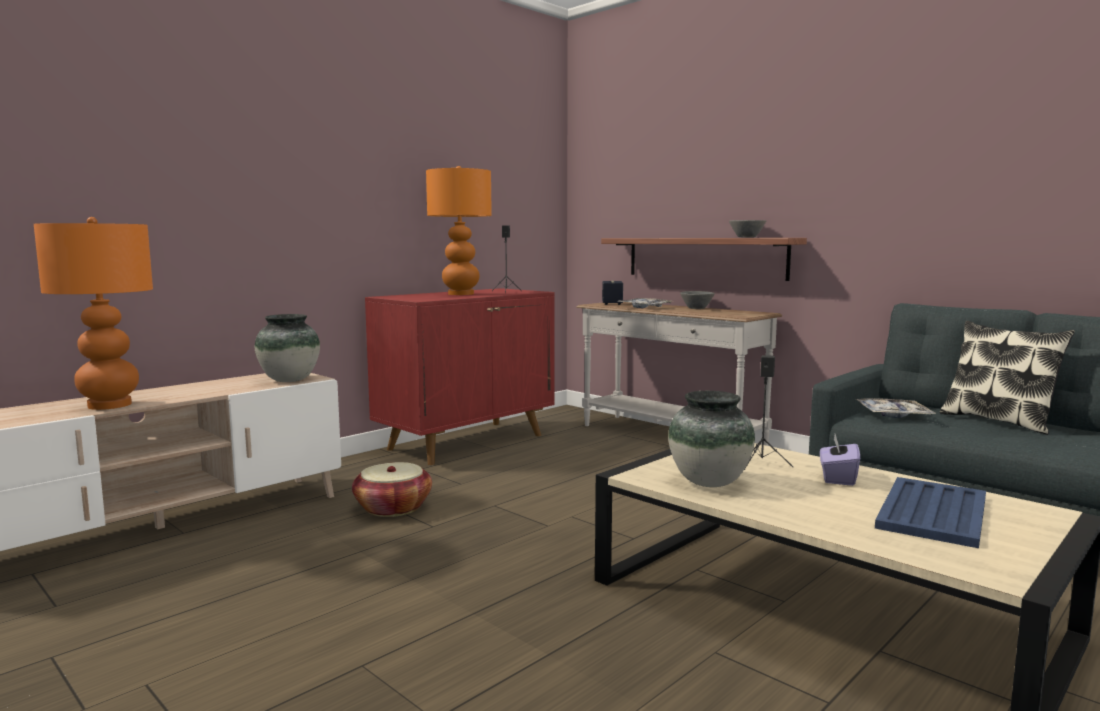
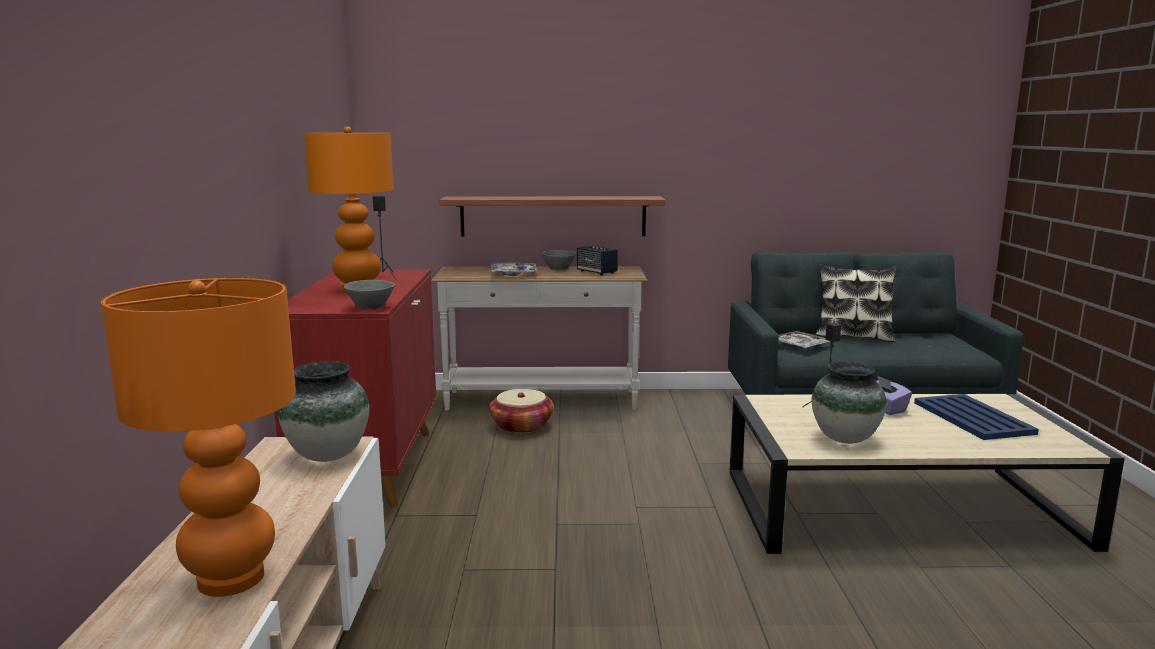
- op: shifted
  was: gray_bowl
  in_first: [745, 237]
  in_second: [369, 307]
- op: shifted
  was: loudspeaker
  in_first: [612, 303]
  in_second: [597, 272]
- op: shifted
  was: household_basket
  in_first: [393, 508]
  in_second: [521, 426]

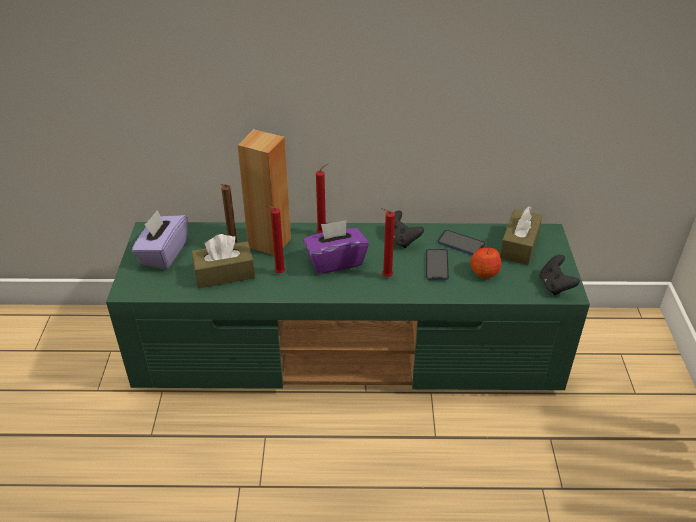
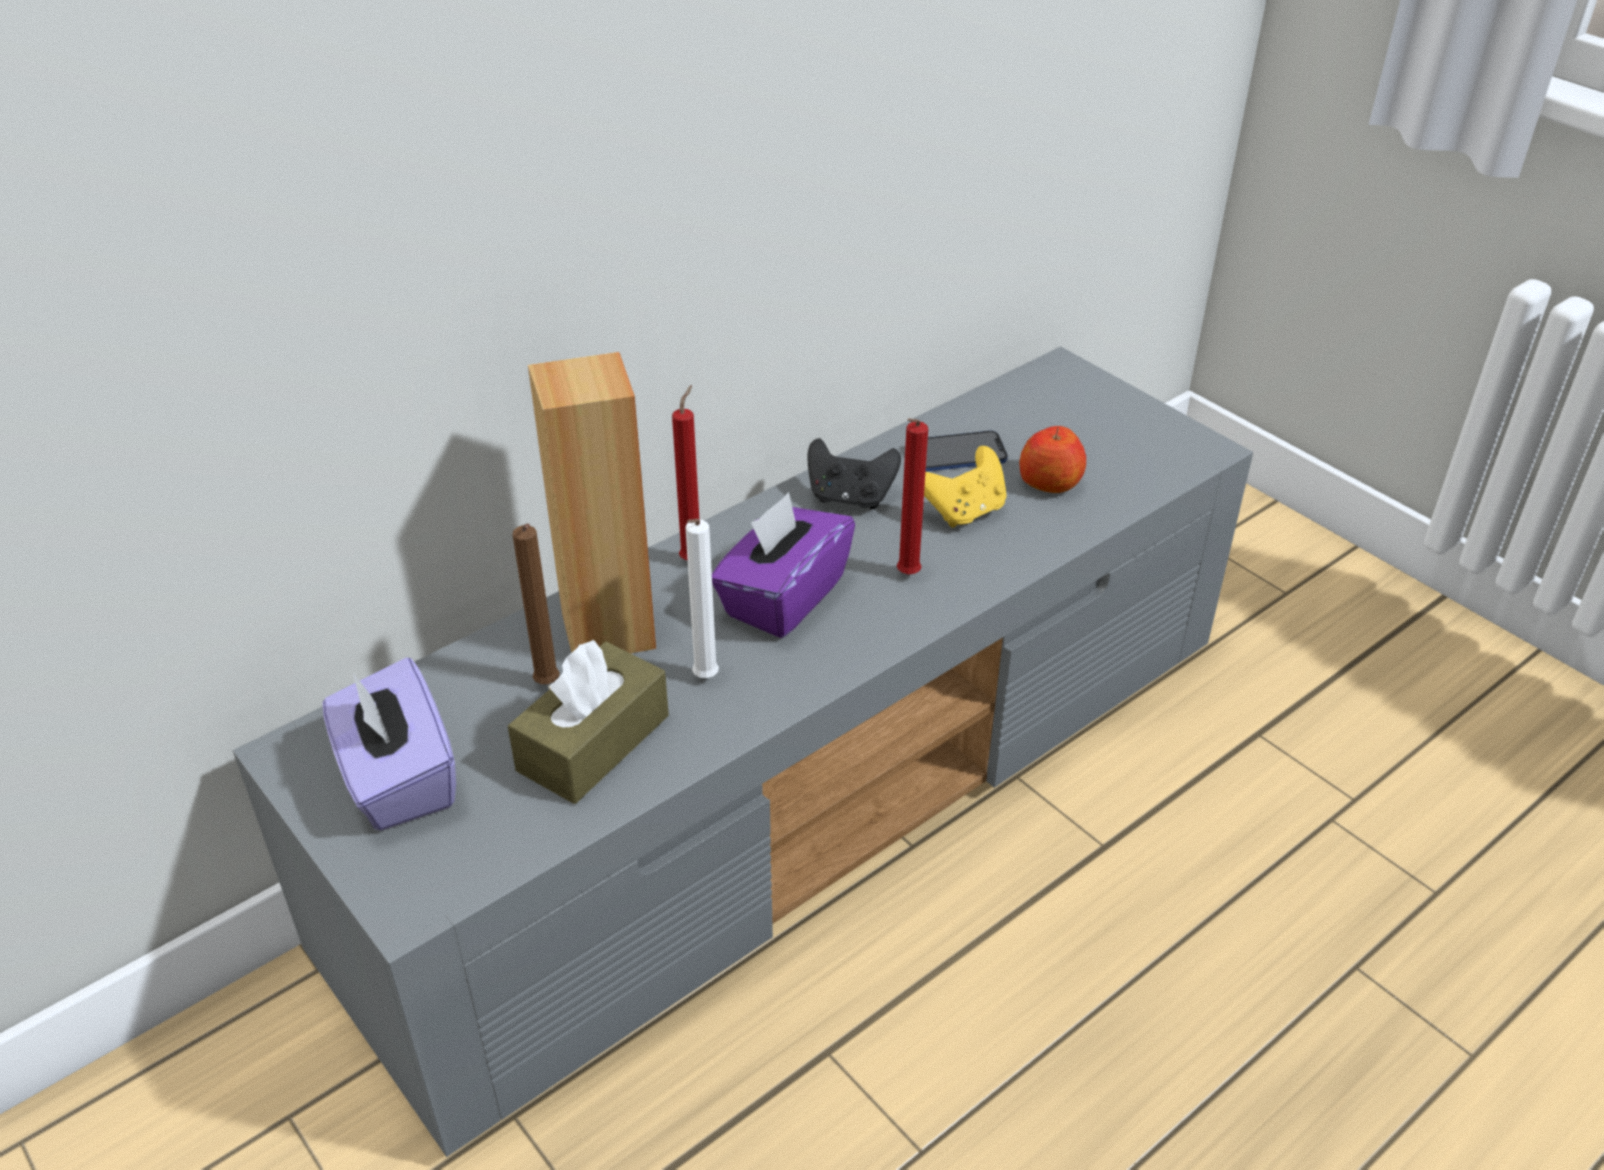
- op: repainted
  was: red-coloured_wax_light
  now: white-coloured_wax_light
  in_first: [278, 273]
  in_second: [704, 680]
- op: gone
  was: brown_tissue_box
  in_first: [519, 245]
- op: repainted
  was: green-coloured_tv_unit
  now: gray_tv_unit
  in_first: [350, 350]
  in_second: [804, 789]
- op: swapped
  was: phone
  now: yellow_joypad
  in_first: [436, 266]
  in_second: [964, 511]
- op: gone
  was: black_joypad
  in_first: [555, 286]

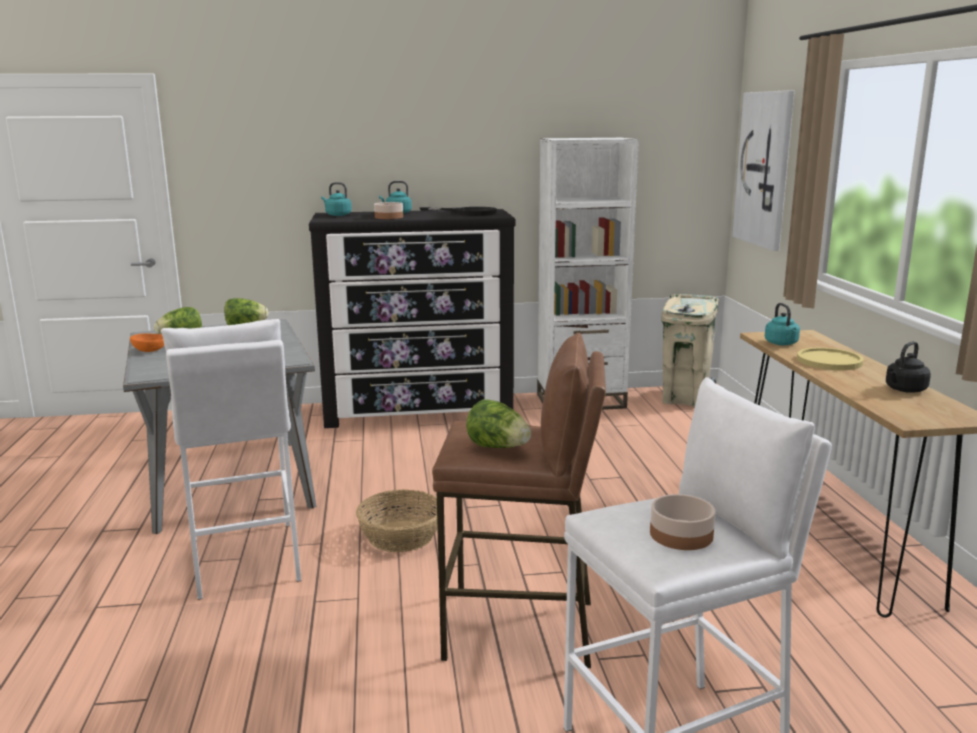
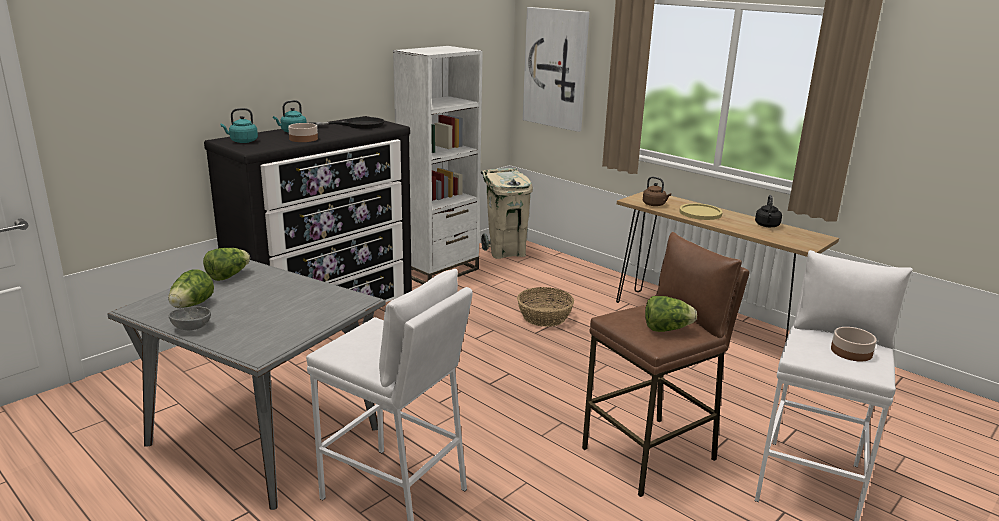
- op: repainted
  was: blue-green_kettle
  now: brown_kettle
  in_first: [782, 344]
  in_second: [655, 205]
- op: repainted
  was: orangey_bowl
  now: gray_bowl
  in_first: [150, 350]
  in_second: [191, 327]
- op: shifted
  was: household_basket
  in_first: [401, 536]
  in_second: [544, 317]

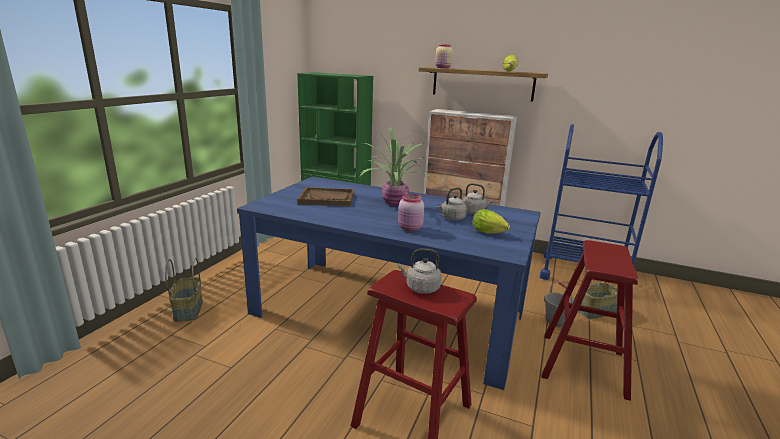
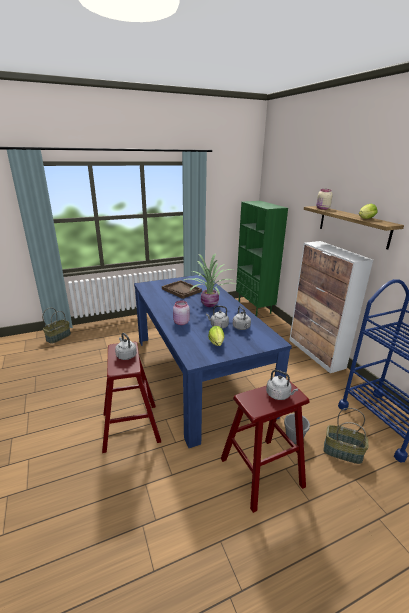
- op: shifted
  was: household_basket
  in_first: [187, 309]
  in_second: [58, 337]
- op: new
  now: gray_kettle
  in_second: [279, 395]

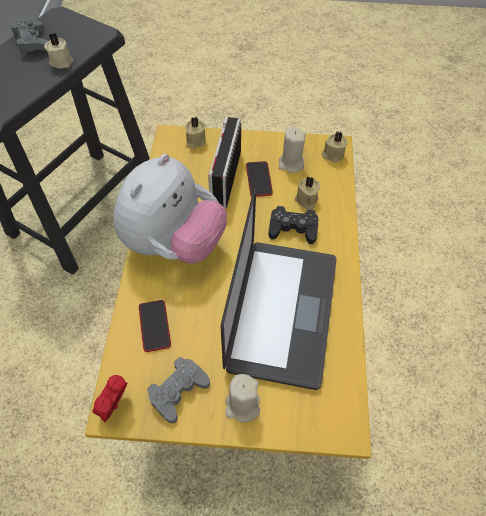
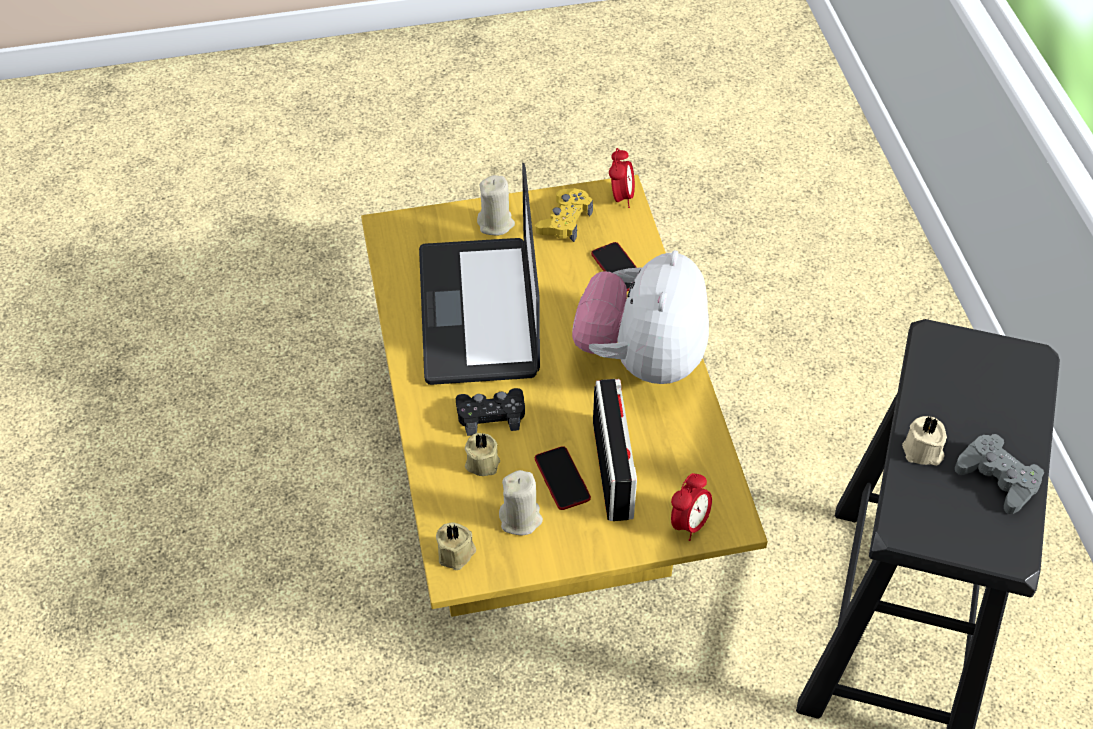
- op: swapped
  was: sand-coloured_wax_light
  now: alarm_clock
  in_first: [195, 141]
  in_second: [689, 523]
- op: repainted
  was: gray_joypad
  now: yellow_joypad
  in_first: [178, 391]
  in_second: [564, 221]

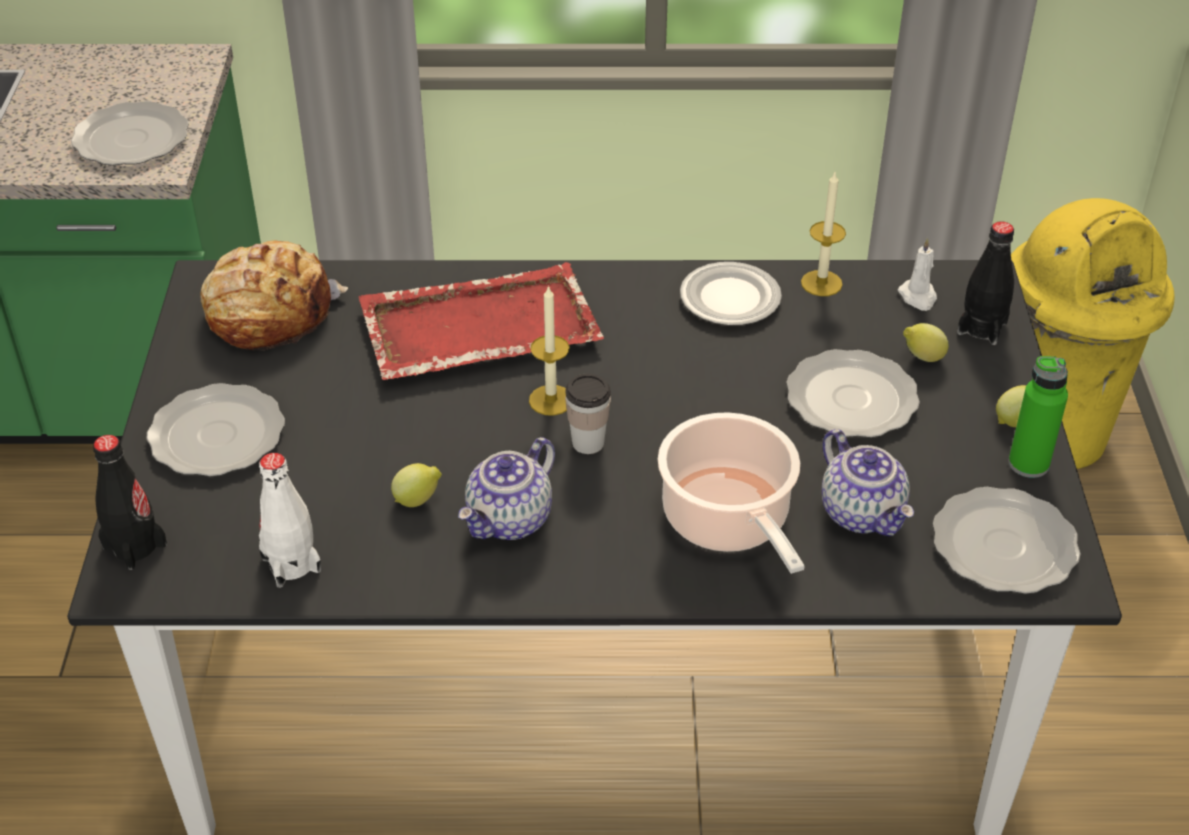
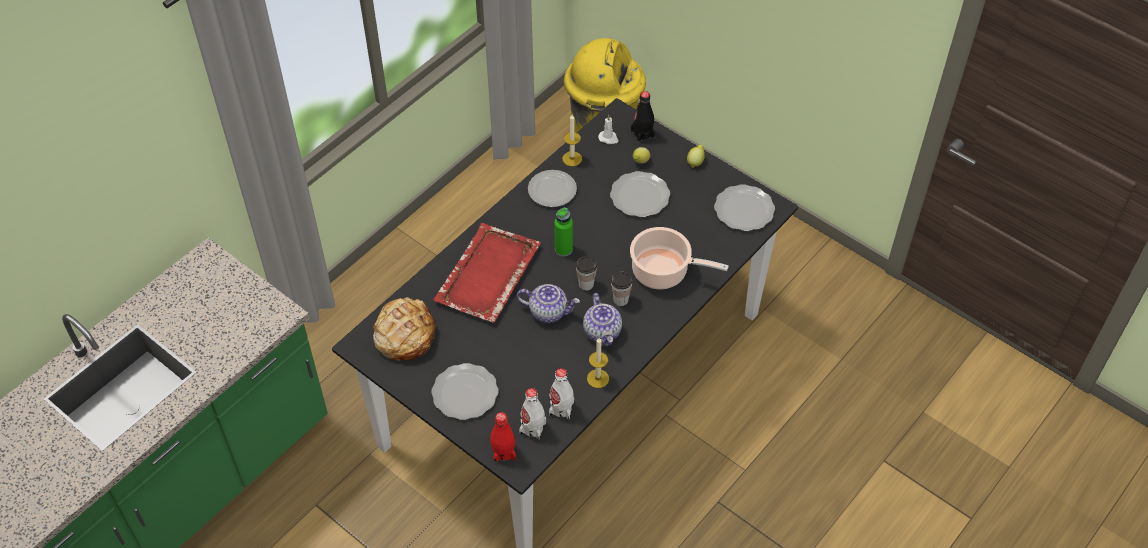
- op: gone
  was: dinner_plate
  in_first: [132, 138]
- op: shifted
  was: wax_light
  in_first: [551, 400]
  in_second: [598, 378]
- op: shifted
  was: green-coloured_beverage_bottle
  in_first: [1028, 464]
  in_second: [563, 249]
- op: shifted
  was: teapot
  in_first: [863, 513]
  in_second: [548, 311]
- op: repainted
  was: black_beverage_bottle
  now: red-coloured_beverage_bottle
  in_first: [134, 546]
  in_second: [503, 452]
- op: gone
  was: lemon
  in_first: [418, 500]
- op: new
  now: drinking_cup
  in_second: [620, 300]
- op: new
  now: white-coloured_beverage_bottle
  in_second: [533, 428]

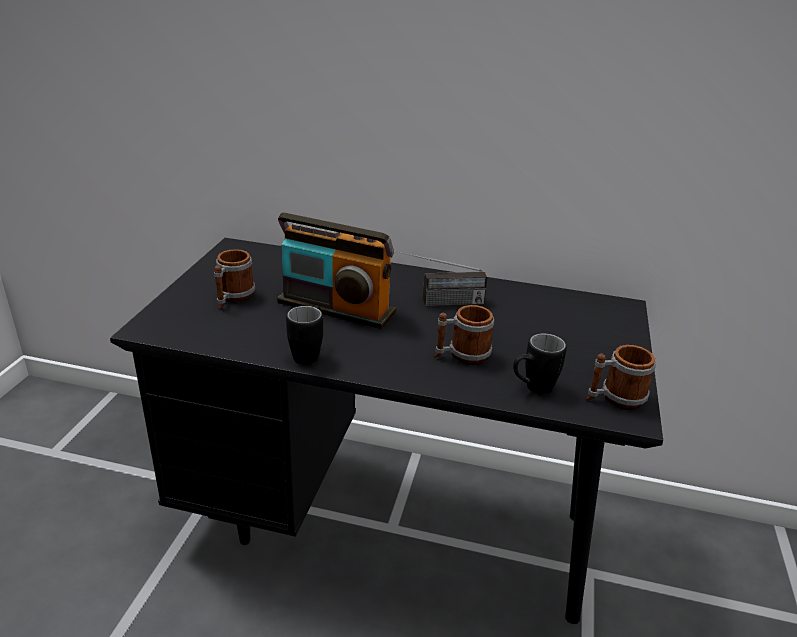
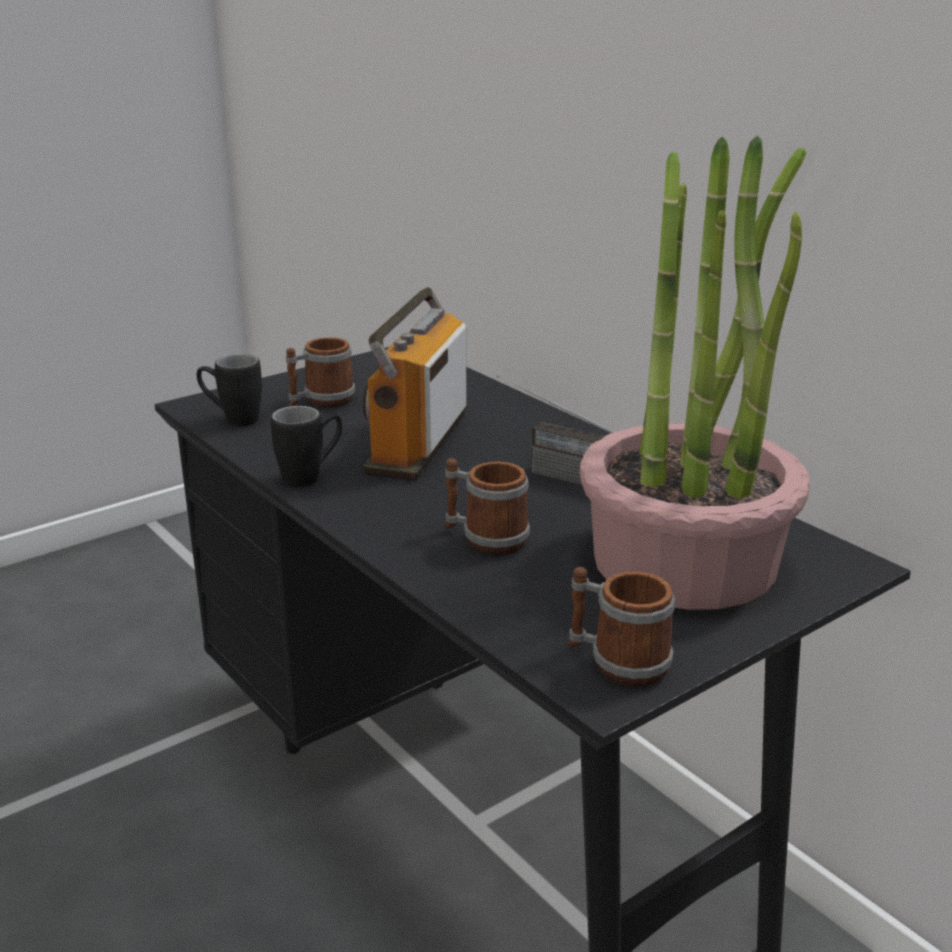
- op: rotated
  was: radio_receiver
  in_first: [336, 308]
  in_second: [416, 442]
  clockwise: 45
- op: shifted
  was: black_tea_mug
  in_first: [532, 389]
  in_second: [232, 419]
- op: new
  now: potted_plant
  in_second: [685, 559]

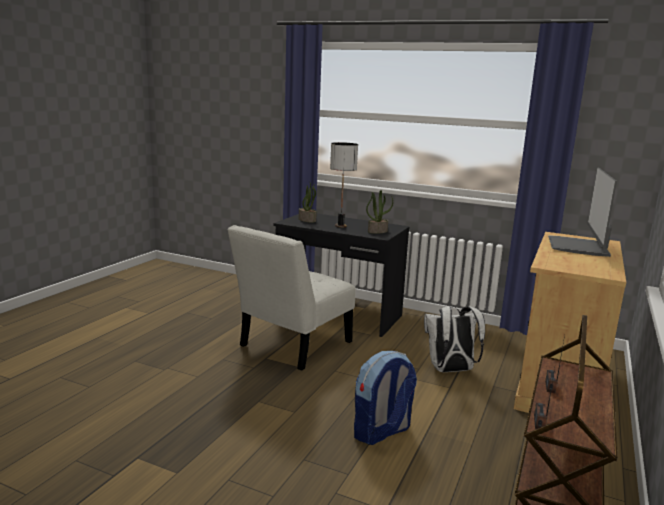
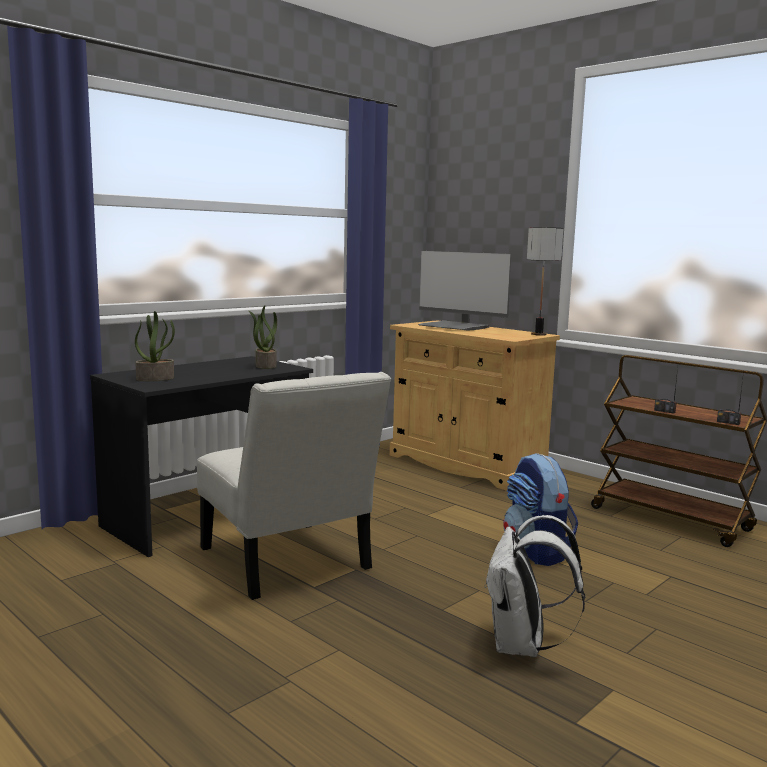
- op: shifted
  was: lamp_for_a_table
  in_first: [340, 226]
  in_second: [539, 334]
- op: shifted
  was: white-coloured_knapsack
  in_first: [450, 370]
  in_second: [522, 646]

